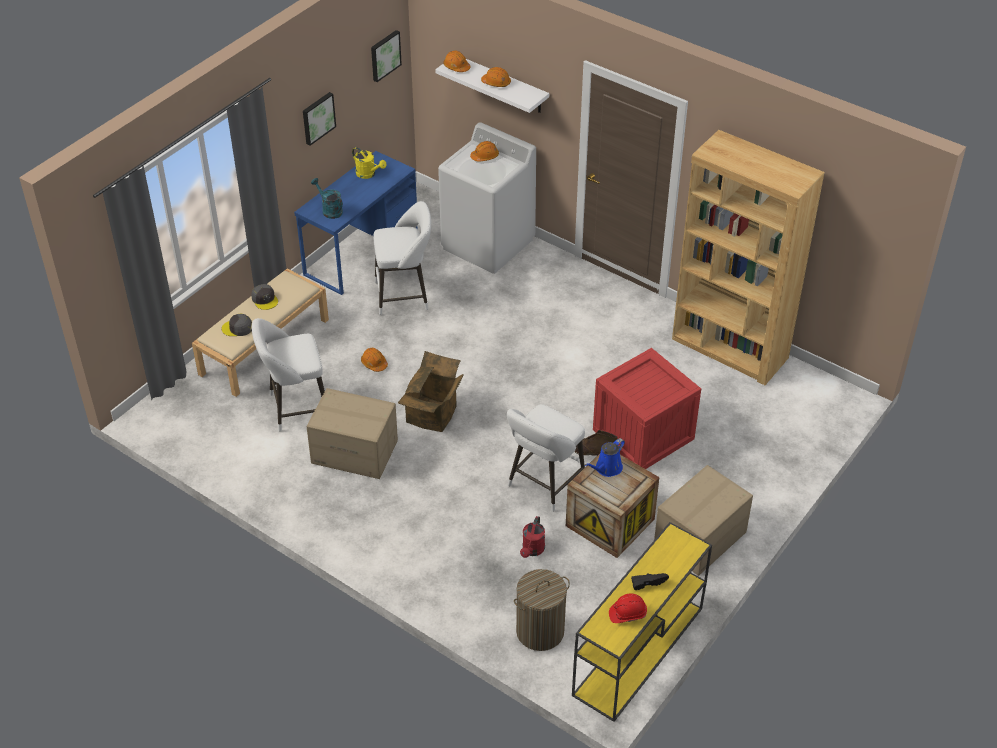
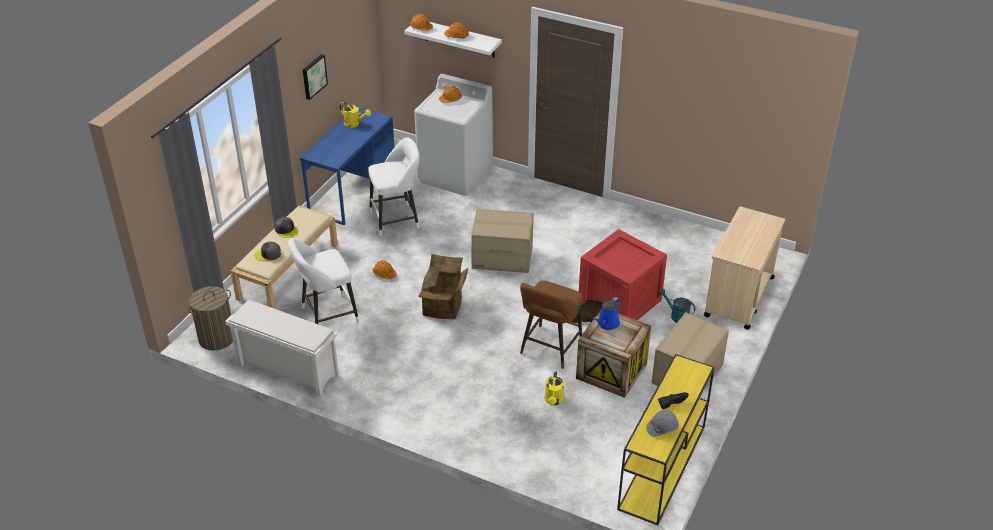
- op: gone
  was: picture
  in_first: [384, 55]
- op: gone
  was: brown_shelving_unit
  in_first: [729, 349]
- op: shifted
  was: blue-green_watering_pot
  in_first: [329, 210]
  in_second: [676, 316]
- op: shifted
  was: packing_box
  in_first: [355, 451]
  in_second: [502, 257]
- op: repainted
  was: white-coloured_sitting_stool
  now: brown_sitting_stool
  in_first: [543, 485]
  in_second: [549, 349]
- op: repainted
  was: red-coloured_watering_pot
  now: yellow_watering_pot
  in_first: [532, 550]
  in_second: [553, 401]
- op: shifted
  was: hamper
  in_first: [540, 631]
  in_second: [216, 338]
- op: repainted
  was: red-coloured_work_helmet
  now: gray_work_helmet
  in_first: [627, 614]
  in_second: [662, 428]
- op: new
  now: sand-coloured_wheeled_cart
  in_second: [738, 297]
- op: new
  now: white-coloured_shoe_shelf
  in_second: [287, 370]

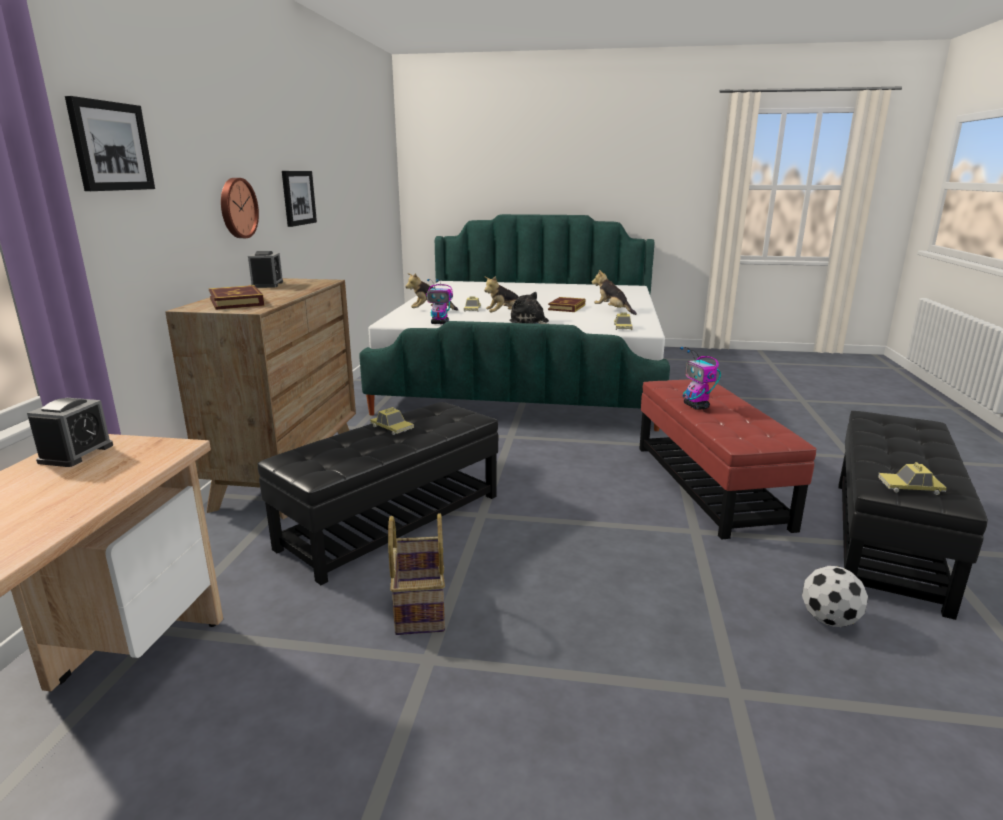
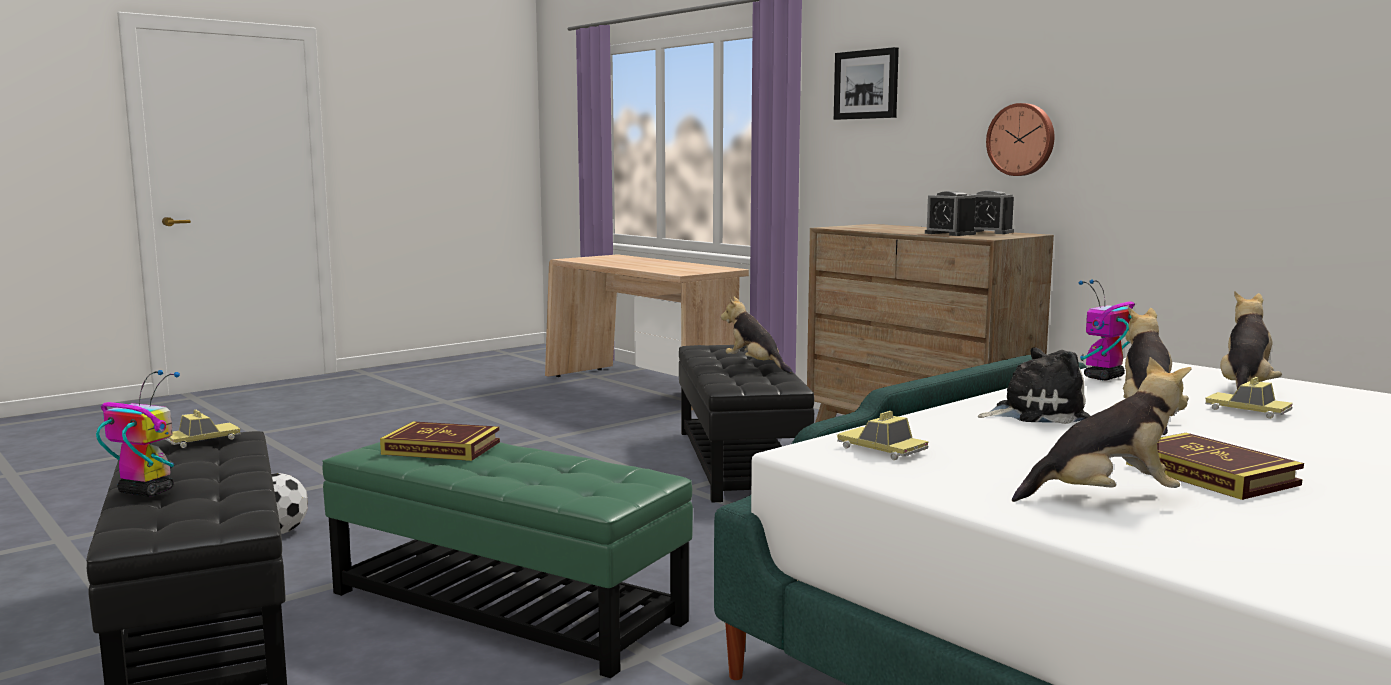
- op: gone
  was: picture
  in_first: [298, 198]
- op: shifted
  was: volume
  in_first: [236, 302]
  in_second: [441, 448]
- op: shifted
  was: robot_figure
  in_first: [696, 406]
  in_second: [145, 491]
- op: repainted
  was: red-coloured_ottoman
  now: green-coloured_ottoman
  in_first: [709, 485]
  in_second: [504, 607]
- op: shifted
  was: alarm_clock
  in_first: [76, 453]
  in_second: [950, 234]
- op: swapped
  was: model_car
  now: plush_toy
  in_first: [392, 428]
  in_second: [755, 366]
- op: gone
  was: household_basket
  in_first: [418, 605]

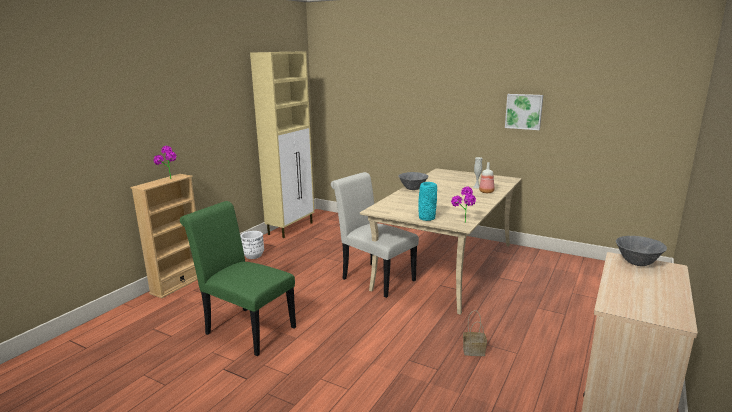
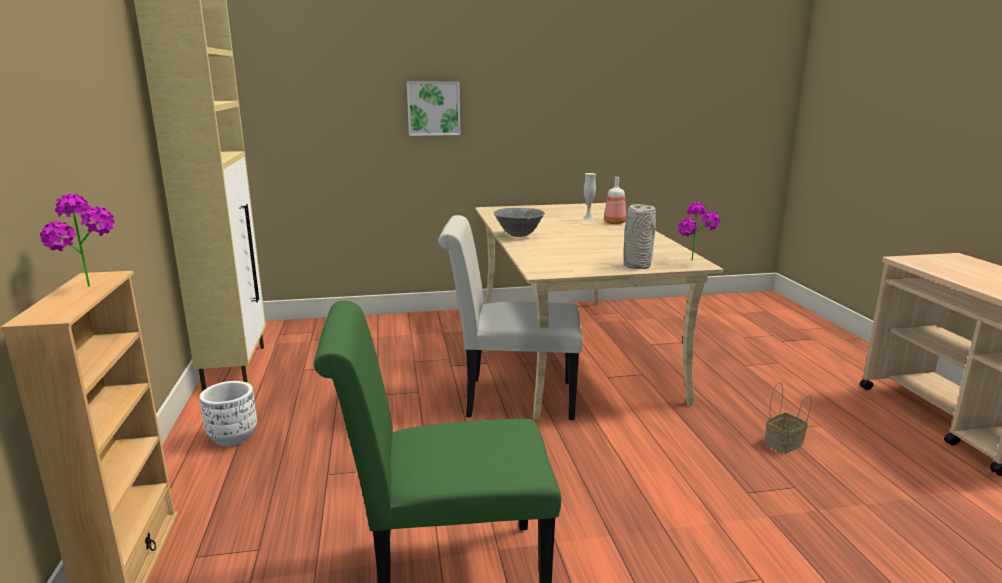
- op: shifted
  was: picture
  in_first: [524, 111]
  in_second: [433, 108]
- op: repainted
  was: blue-green_flower_vase
  now: gray_flower_vase
  in_first: [426, 218]
  in_second: [636, 265]
- op: gone
  was: gray_bowl
  in_first: [637, 263]

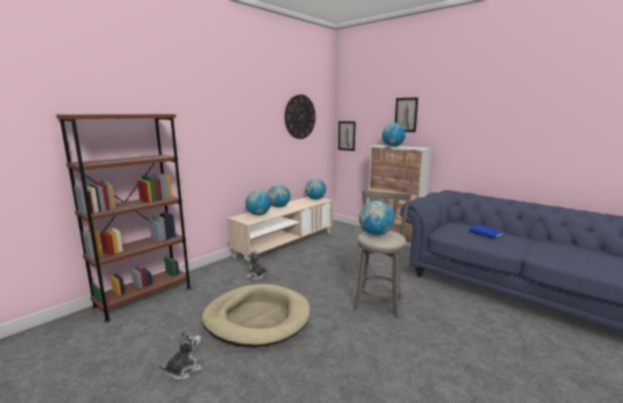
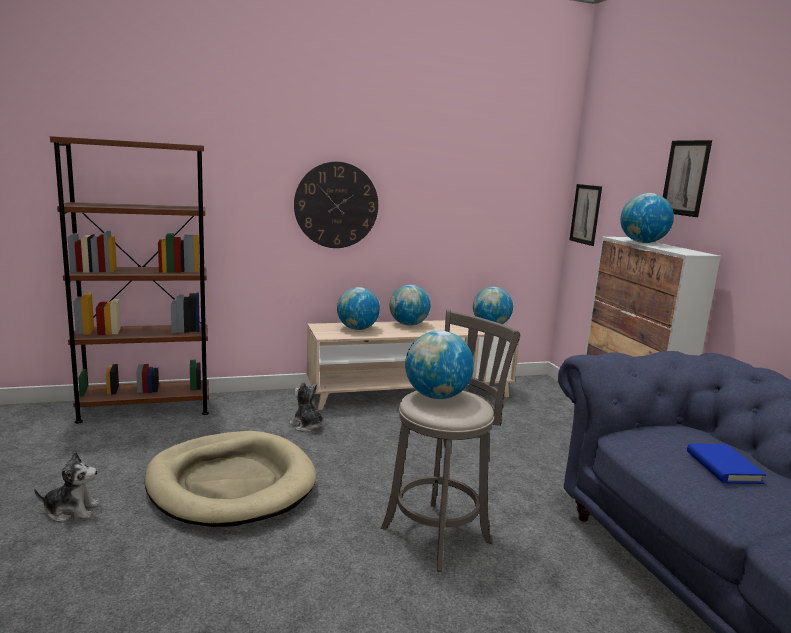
- op: shifted
  was: hanging_clock
  in_first: [300, 117]
  in_second: [336, 205]

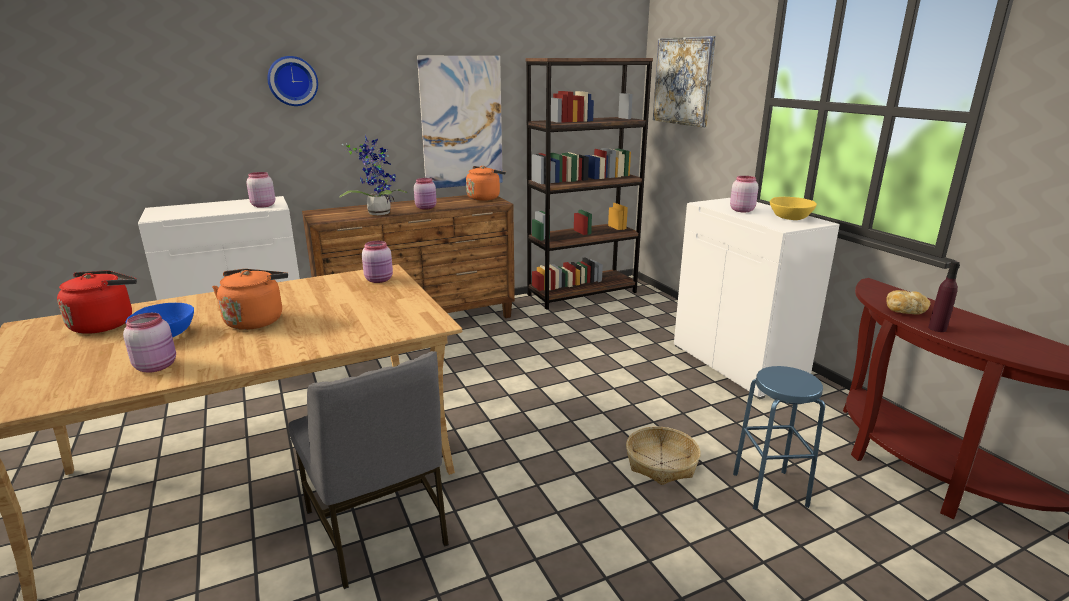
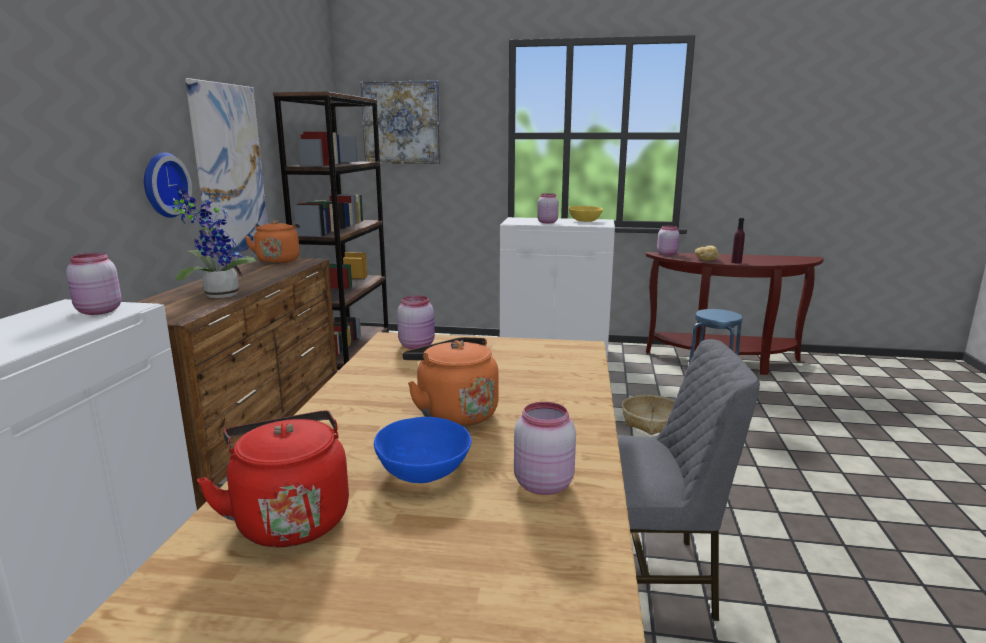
- op: shifted
  was: hanging_clock
  in_first: [292, 81]
  in_second: [162, 185]
- op: shifted
  was: pink_storage_jar
  in_first: [426, 208]
  in_second: [667, 254]

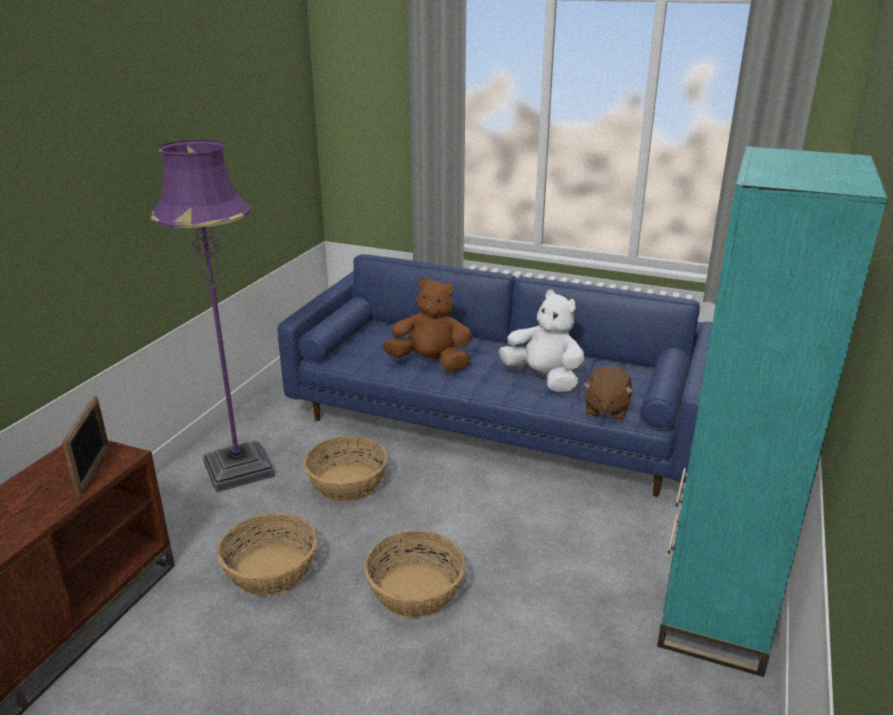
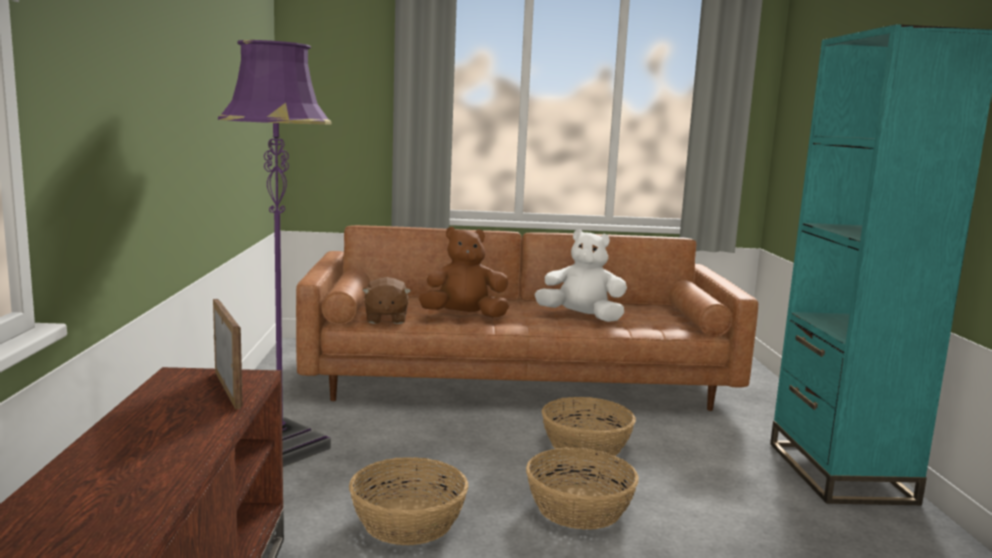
- op: repainted
  was: bluish_settee
  now: brown_settee
  in_first: [496, 419]
  in_second: [518, 379]
- op: shifted
  was: brown_plush_toy
  in_first: [606, 409]
  in_second: [385, 319]
- op: shifted
  was: household_basket
  in_first: [347, 483]
  in_second: [585, 445]

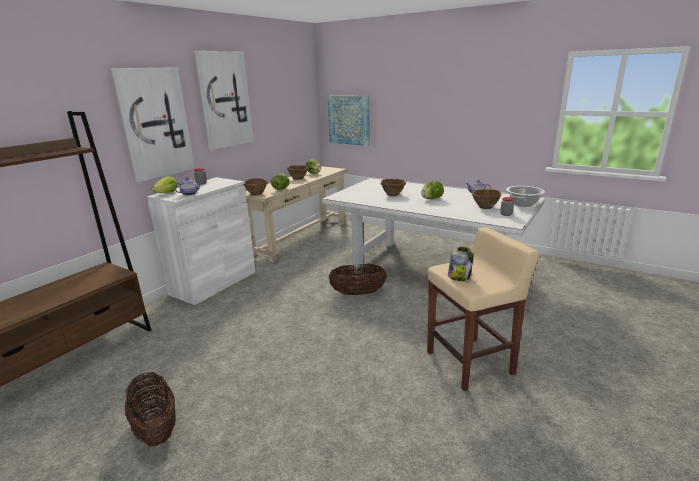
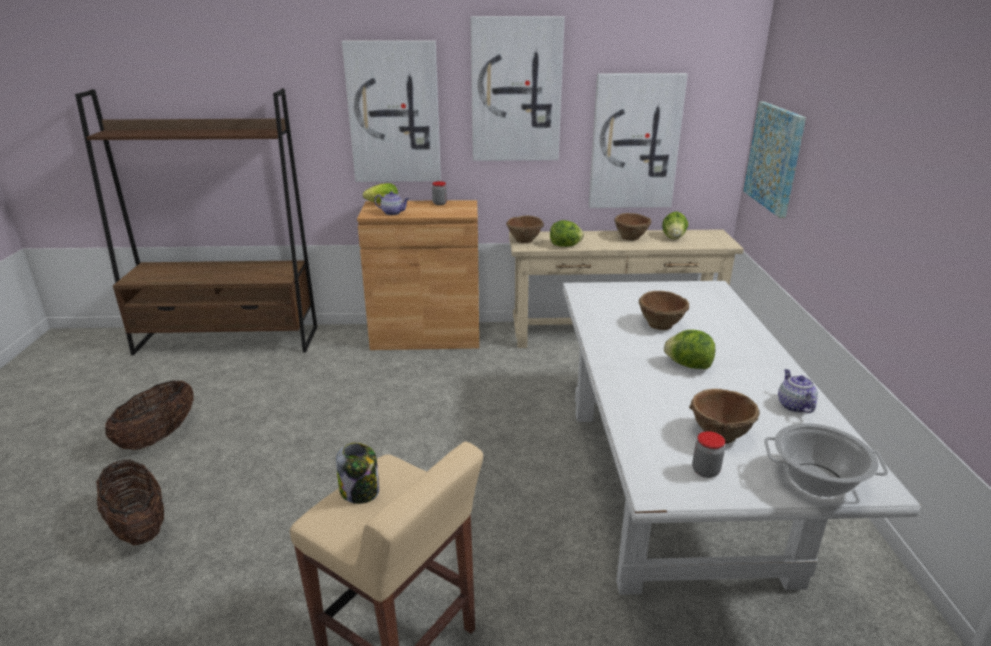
- op: repainted
  was: white-coloured_cabinet
  now: brown_cabinet
  in_first: [213, 283]
  in_second: [426, 336]
- op: shifted
  was: household_basket
  in_first: [358, 293]
  in_second: [139, 526]
- op: new
  now: picture
  in_second: [635, 142]

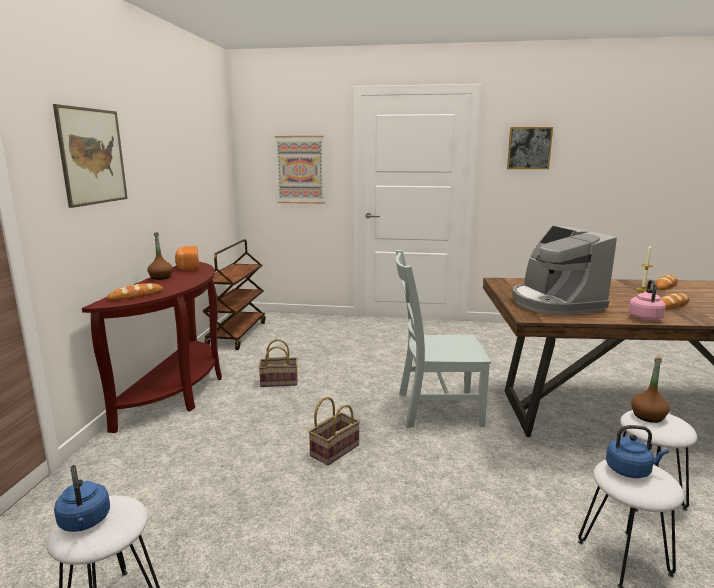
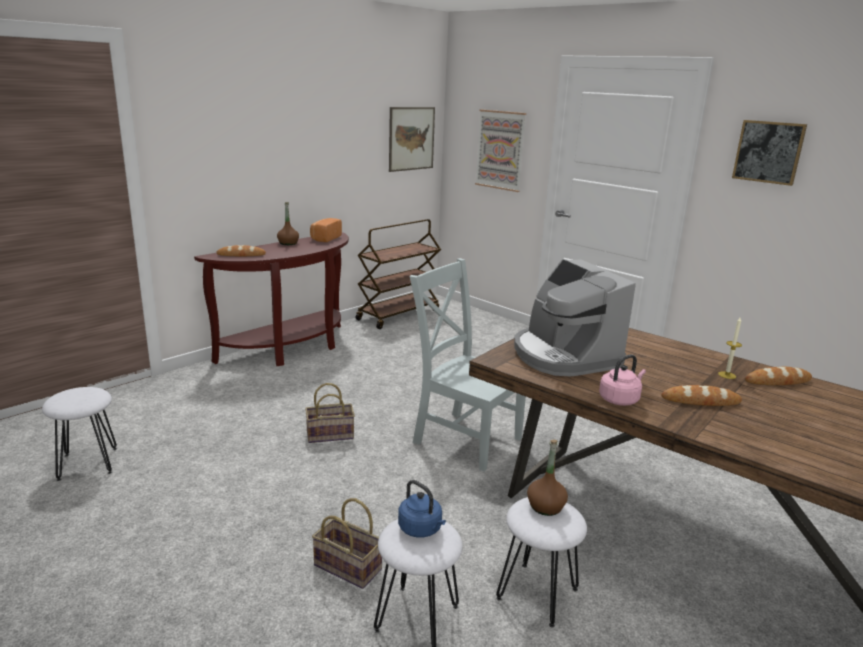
- op: shifted
  was: picture
  in_first: [92, 156]
  in_second: [411, 138]
- op: rotated
  was: coffee_brewer
  in_first: [554, 303]
  in_second: [563, 356]
  clockwise: -45
- op: shifted
  was: household_basket
  in_first: [280, 381]
  in_second: [350, 567]
- op: gone
  was: bluish_kettle
  in_first: [85, 522]

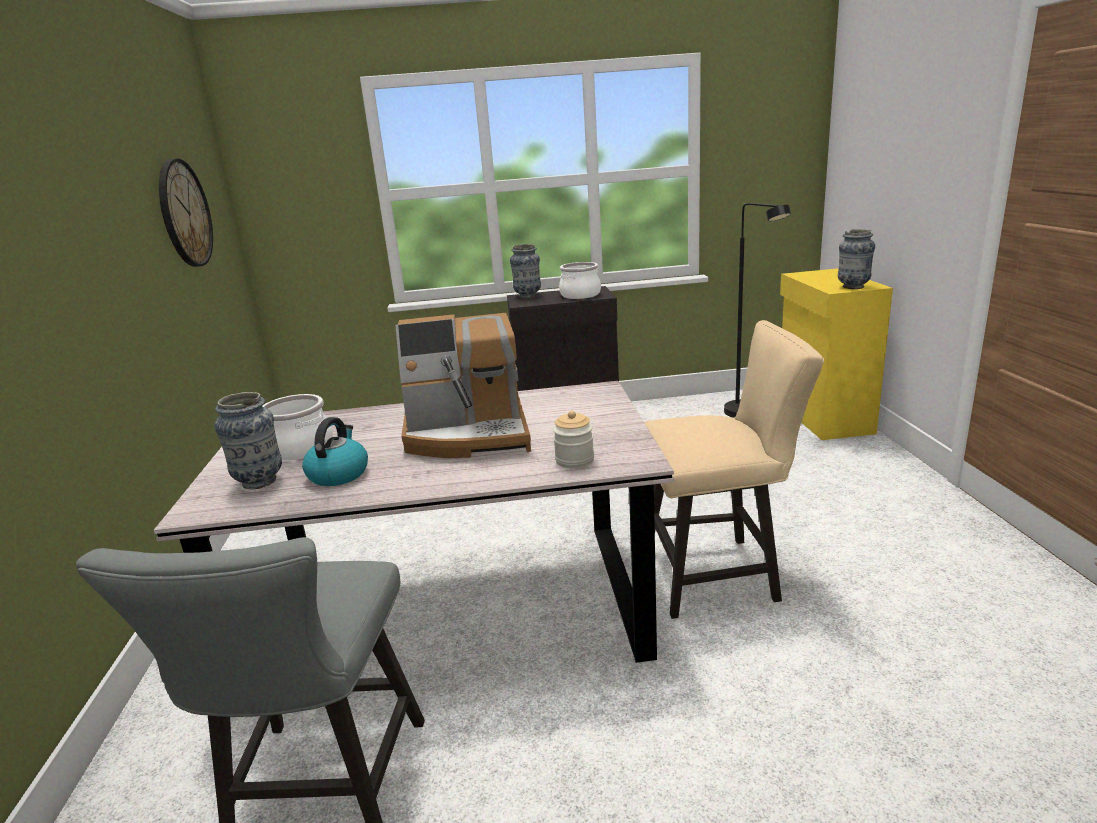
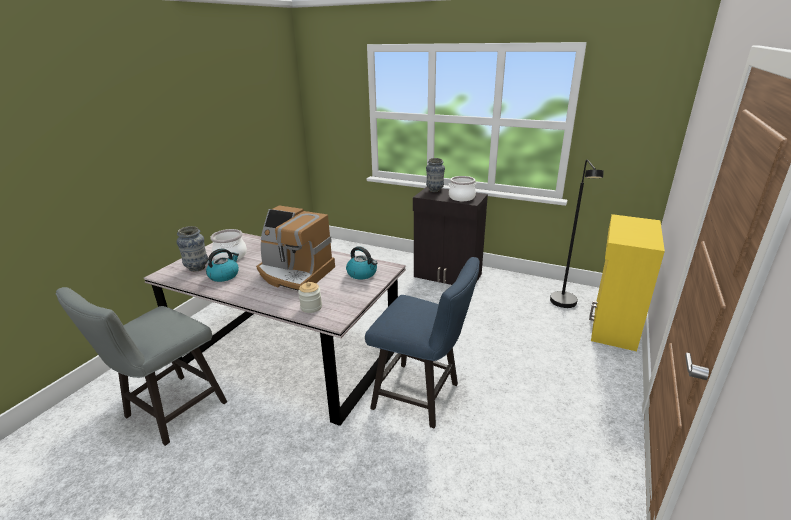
- op: gone
  was: hanging_clock
  in_first: [184, 213]
- op: gone
  was: flower_vase
  in_first: [853, 287]
- op: repainted
  was: sand-coloured_chair
  now: bluish_chair
  in_first: [719, 573]
  in_second: [422, 397]
- op: new
  now: kettle
  in_second: [362, 274]

